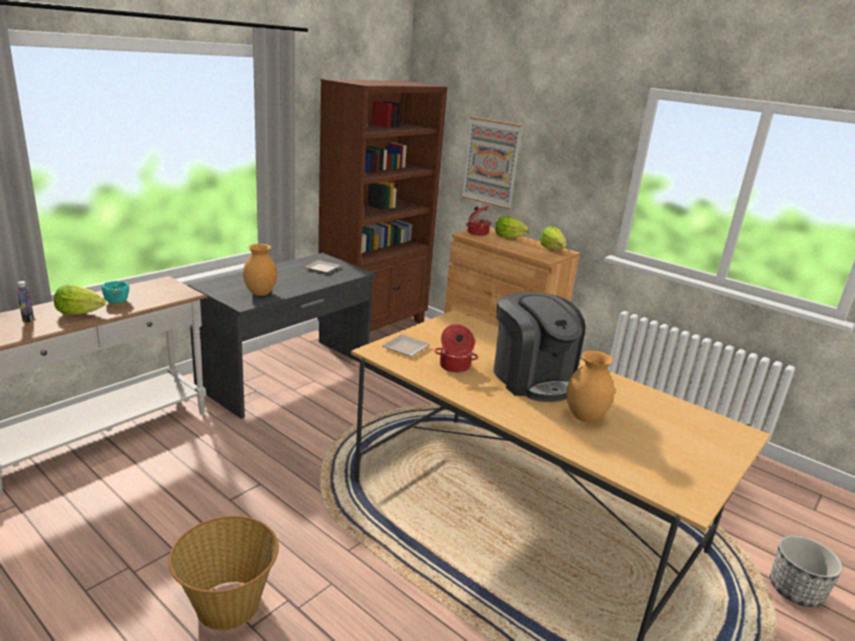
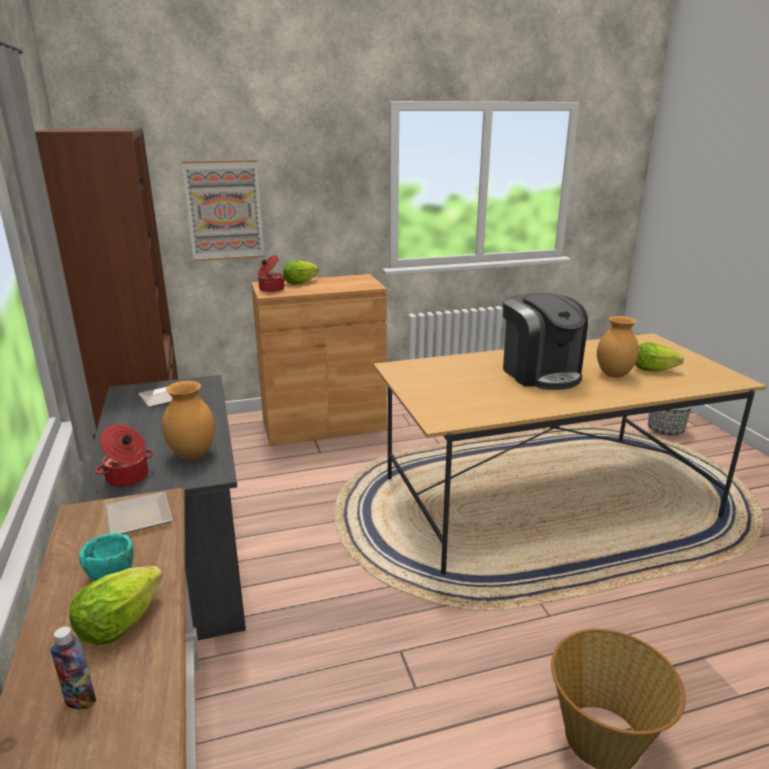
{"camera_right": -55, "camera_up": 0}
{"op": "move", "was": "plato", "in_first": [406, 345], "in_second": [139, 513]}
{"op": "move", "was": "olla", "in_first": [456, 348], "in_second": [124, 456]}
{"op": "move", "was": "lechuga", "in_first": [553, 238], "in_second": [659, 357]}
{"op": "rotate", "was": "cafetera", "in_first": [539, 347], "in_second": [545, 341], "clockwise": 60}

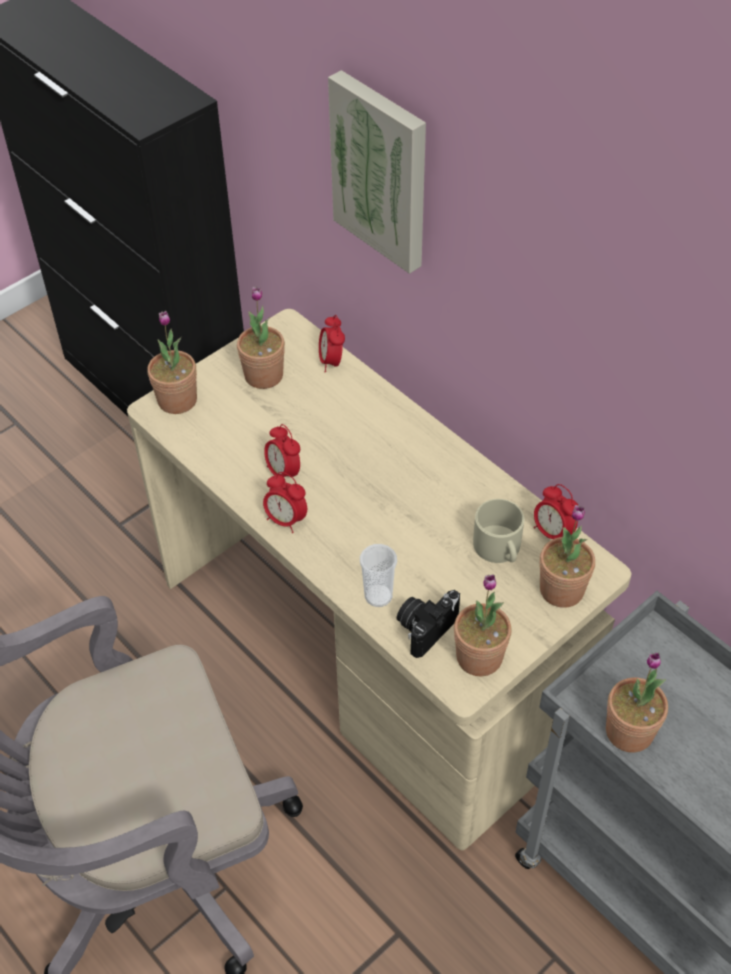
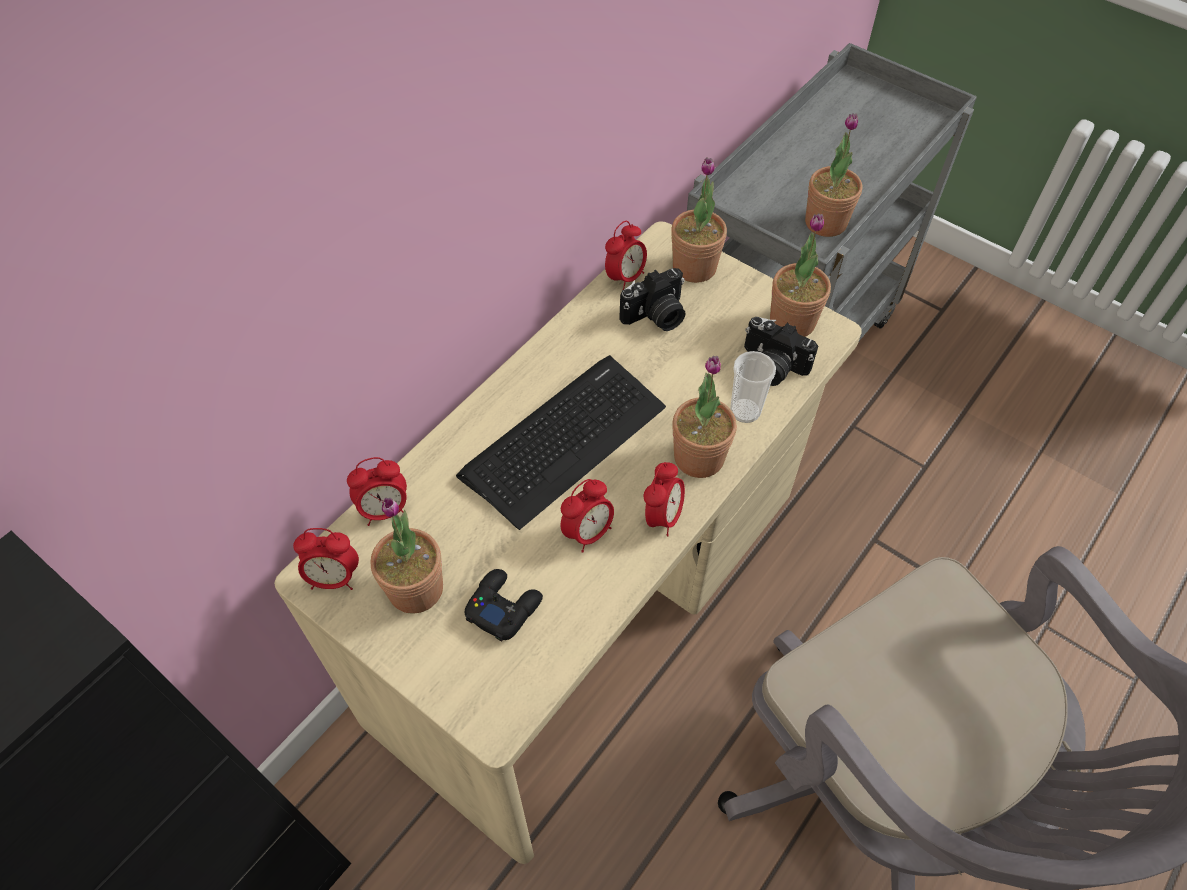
{"camera_right": -100, "camera_up": 5}
{"op": "delete", "was": "cuadro", "in_first": [377, 172]}
{"op": "insert", "now": "despertador", "in_second": [326, 559]}
{"op": "insert", "now": "teclado", "in_second": [561, 442]}
{"op": "insert", "now": "mando de consola/negro", "in_second": [504, 605]}
{"op": "move", "was": "planta en maceta", "in_first": [172, 362], "in_second": [704, 417]}
{"op": "replace", "was": "taza grande/beis", "now": "cámara", "in_first": [498, 531], "in_second": [652, 299]}

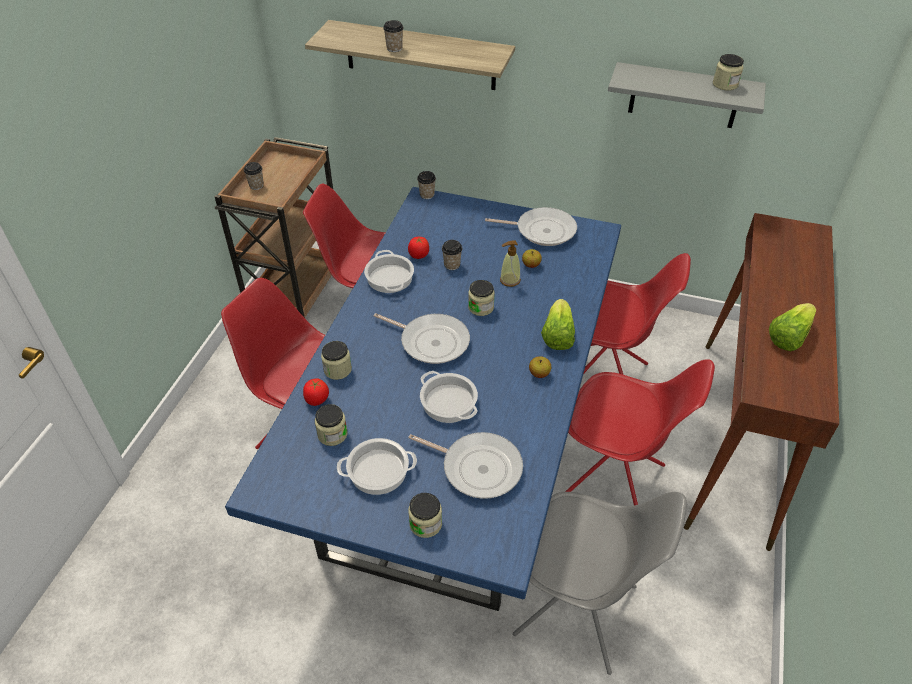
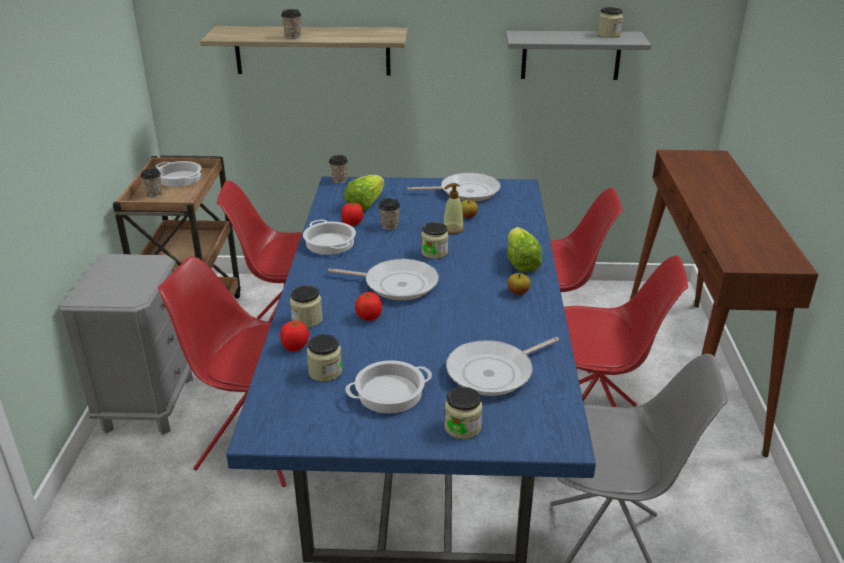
{"camera_right": -15, "camera_up": -15}
{"op": "insert", "now": "mesita de noche/gris", "in_second": [126, 344]}
{"op": "insert", "now": "tomate", "in_second": [368, 306]}
{"op": "move", "was": "olla", "in_first": [449, 397], "in_second": [178, 174]}
{"op": "move", "was": "lechuga", "in_first": [792, 327], "in_second": [364, 193]}
{"op": "rotate", "was": "sartén", "in_first": [465, 465], "in_second": [502, 366], "clockwise": 135}

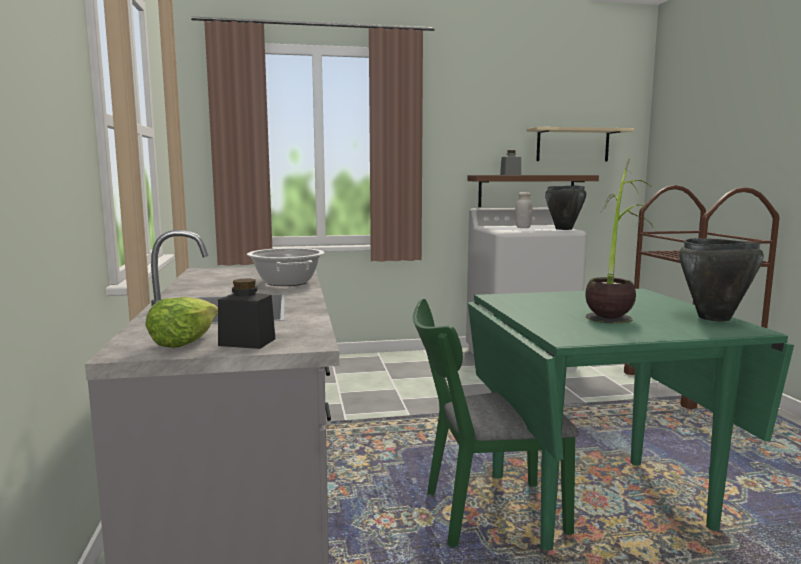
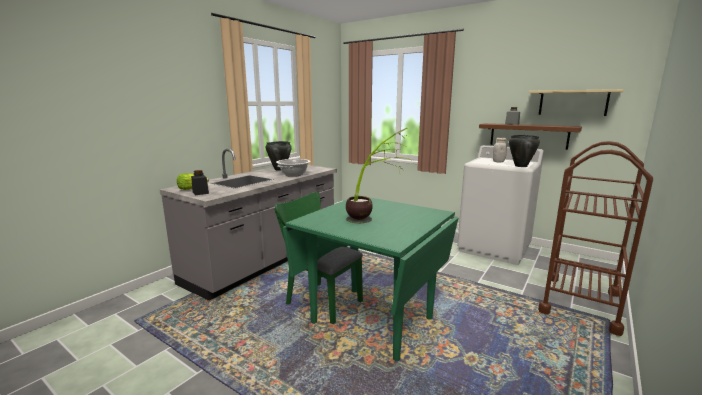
{"camera_right": 45, "camera_up": 5}
{"op": "move", "was": "olla/negro", "in_first": [721, 280], "in_second": [279, 155]}

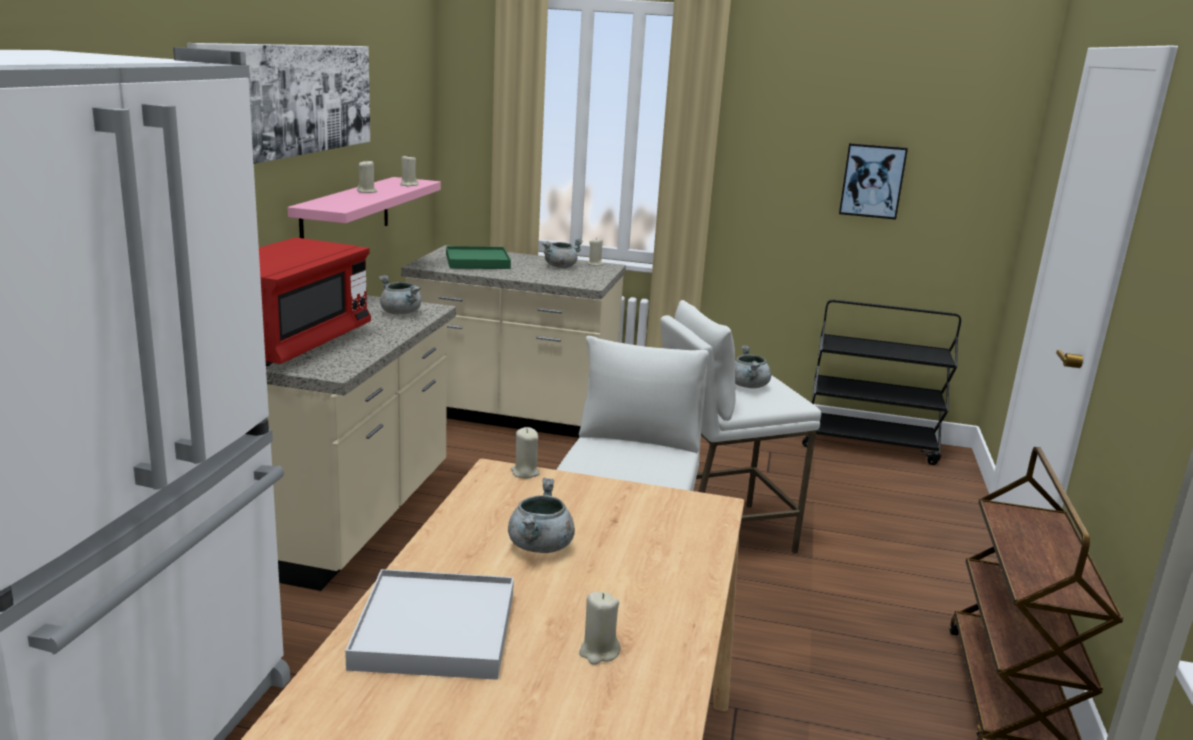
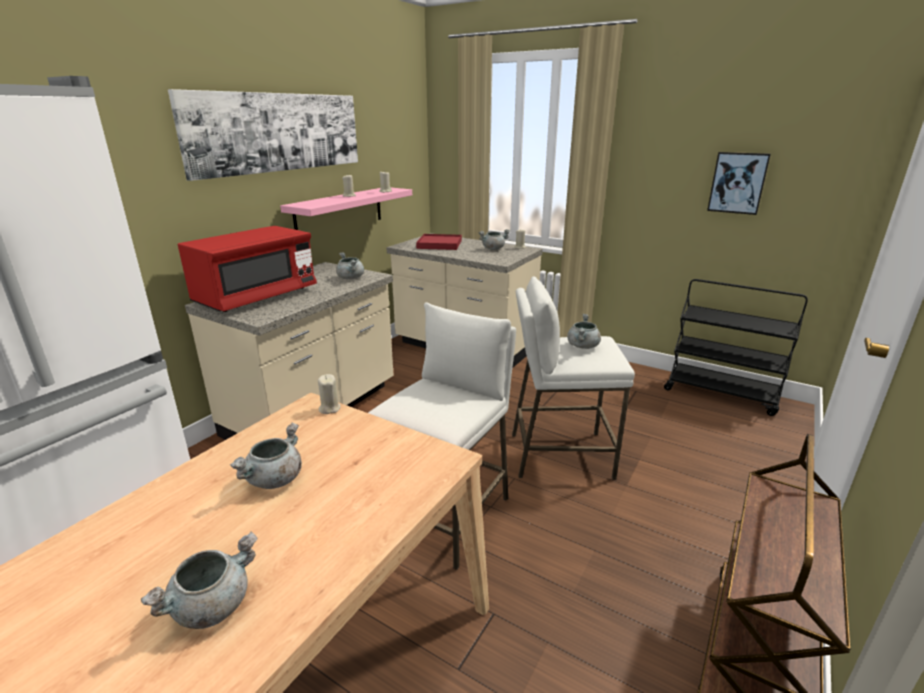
{"camera_right": 20, "camera_up": 5}
{"op": "delete", "was": "bandeja/blanco", "in_first": [429, 624]}
{"op": "replace", "was": "vela/beis", "now": "olla/gris", "in_first": [600, 628], "in_second": [199, 580]}
{"op": "recolor", "was": "bandeja/verde", "now": "bandeja/rojo", "in_first": [478, 257], "in_second": [439, 242]}

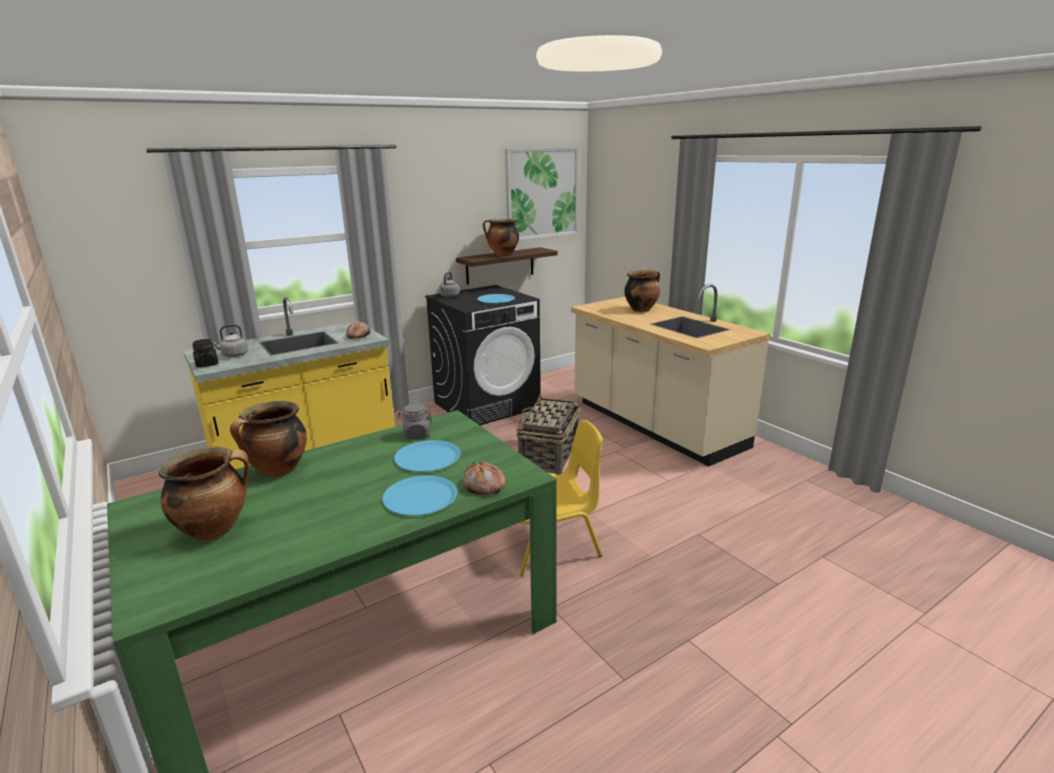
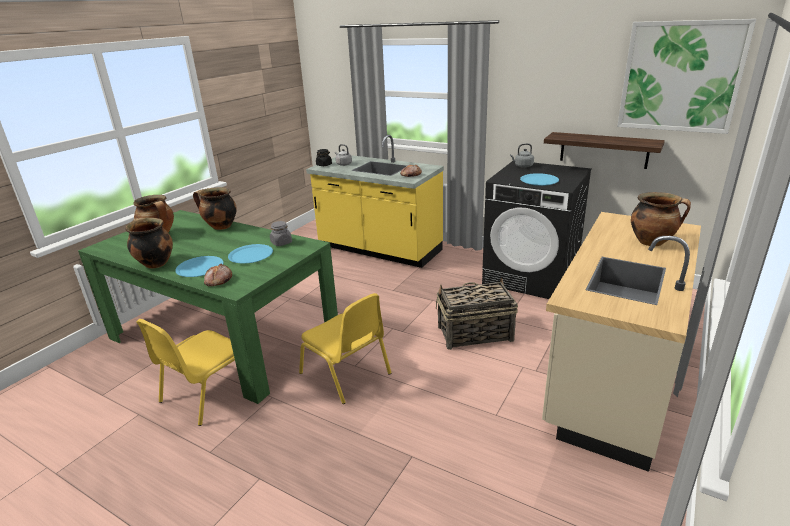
{"camera_right": 65, "camera_up": 5}
{"op": "insert", "now": "silla/amarillo", "in_second": [185, 372]}
{"op": "move", "was": "olla", "in_first": [501, 237], "in_second": [149, 243]}

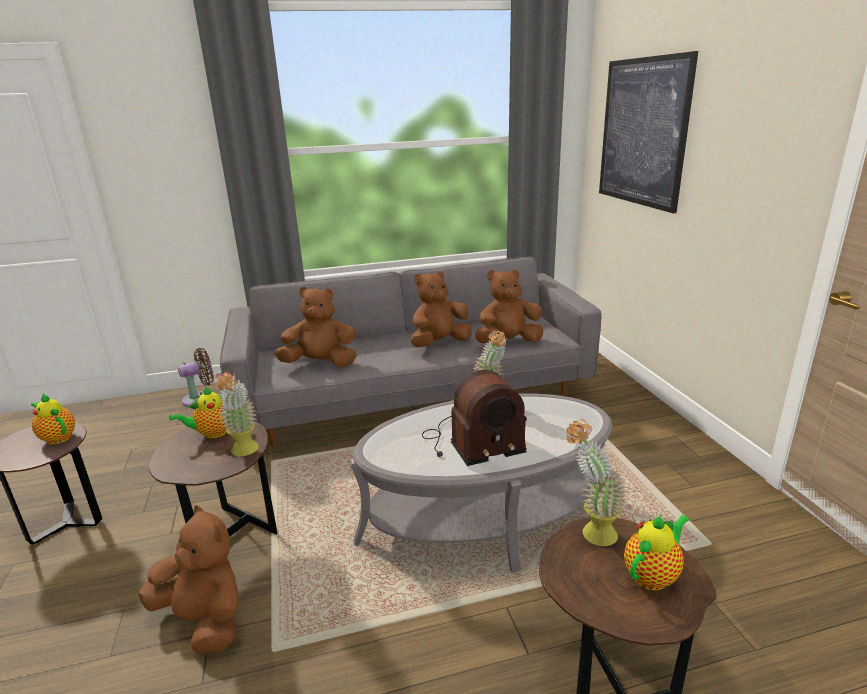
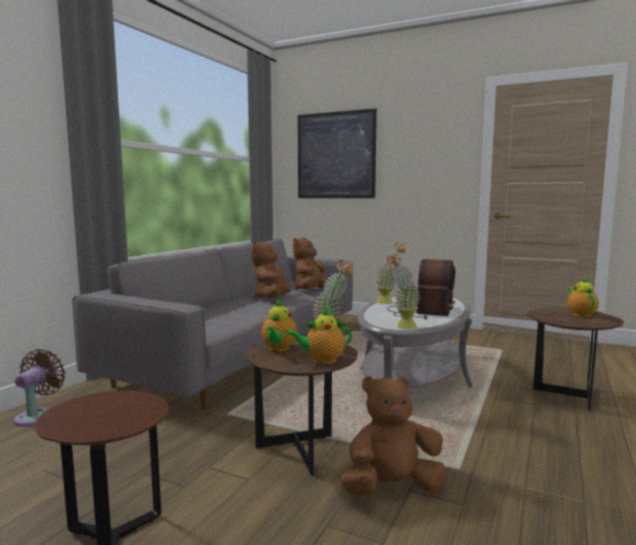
{"camera_right": -50, "camera_up": -15}
{"op": "delete", "was": "peluche/marrón", "in_first": [315, 327]}
{"op": "move", "was": "tetera", "in_first": [53, 419], "in_second": [318, 335]}
{"op": "move", "was": "planta en maceta", "in_first": [596, 482], "in_second": [403, 291]}

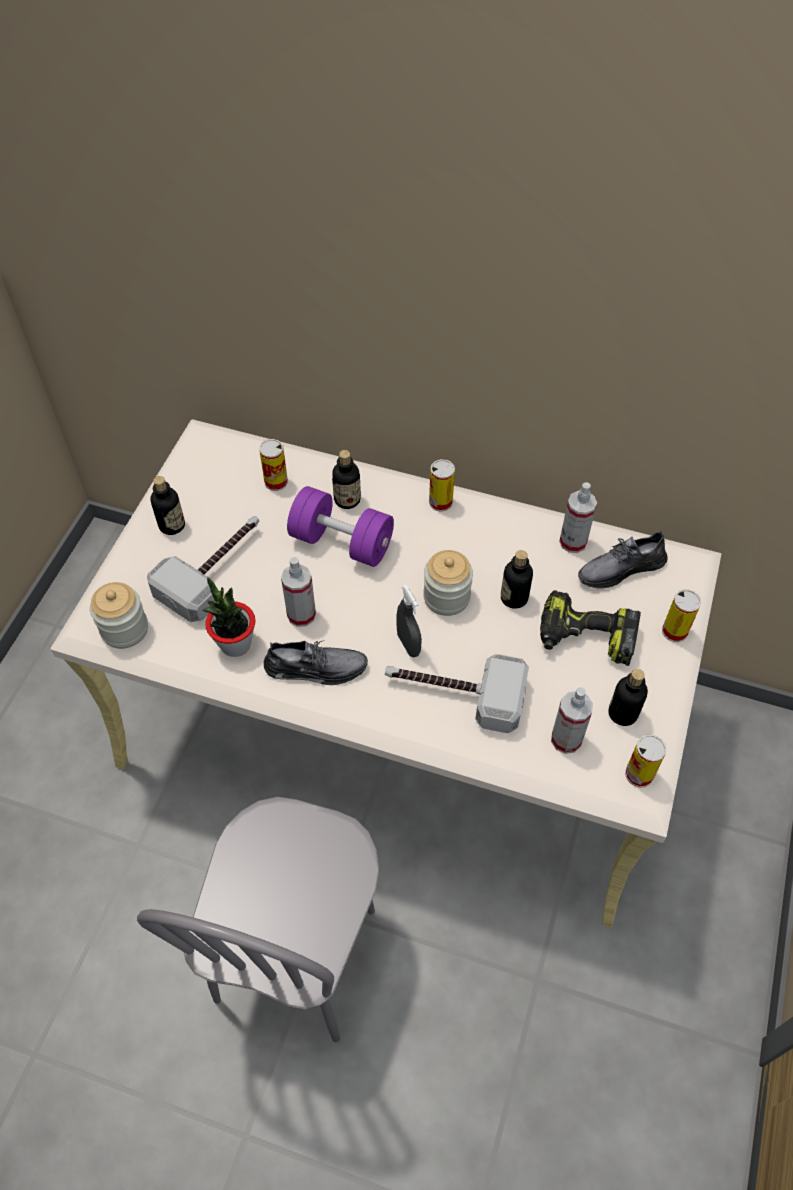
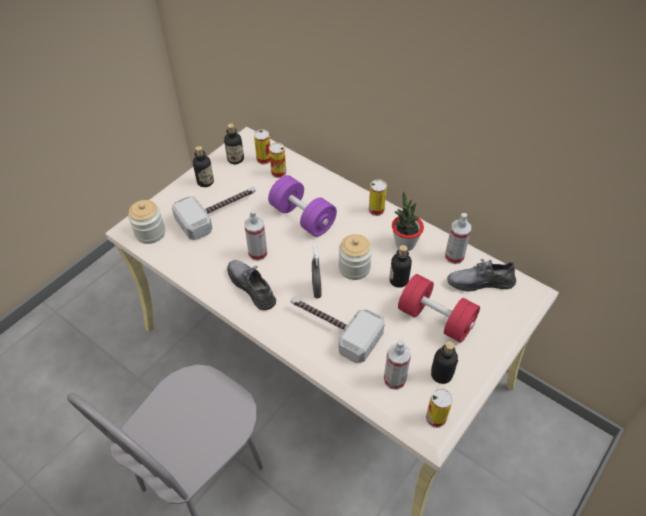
{"camera_right": 20, "camera_up": -5}
{"op": "move", "was": "planta en maceta", "in_first": [229, 617], "in_second": [408, 221]}
{"op": "move", "was": "botella", "in_first": [346, 479], "in_second": [234, 143]}
{"op": "move", "was": "lata", "in_first": [681, 615], "in_second": [262, 147]}
{"op": "replace", "was": "taladro", "now": "mancuerna/rojo", "in_first": [590, 628], "in_second": [439, 308]}
{"op": "rotate", "was": "zapato/gris", "in_first": [316, 662], "in_second": [251, 285], "clockwise": -150}

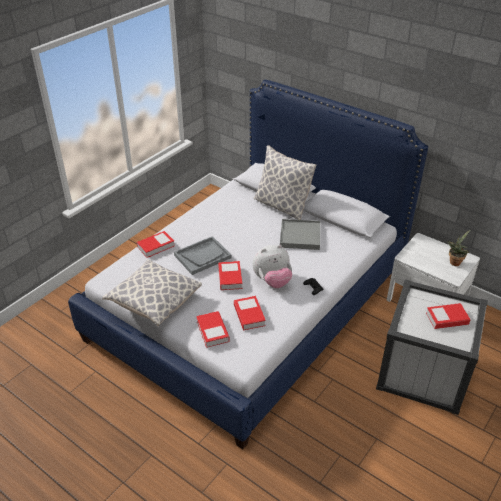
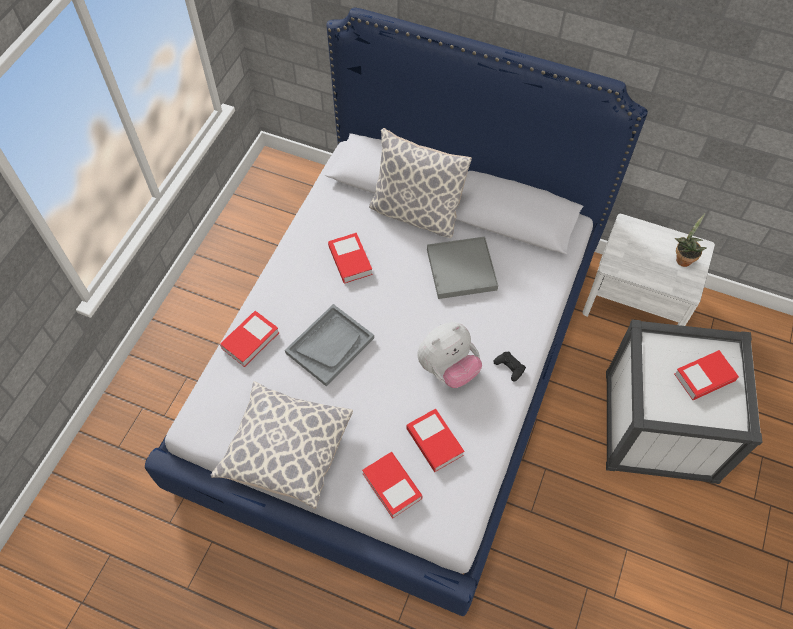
{"camera_right": -15, "camera_up": 20}
{"op": "move", "was": "libro", "in_first": [230, 275], "in_second": [350, 258]}

